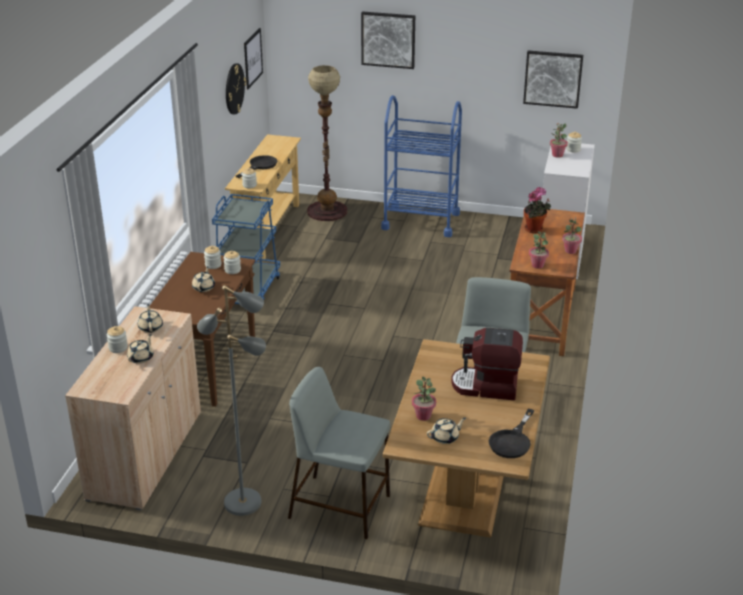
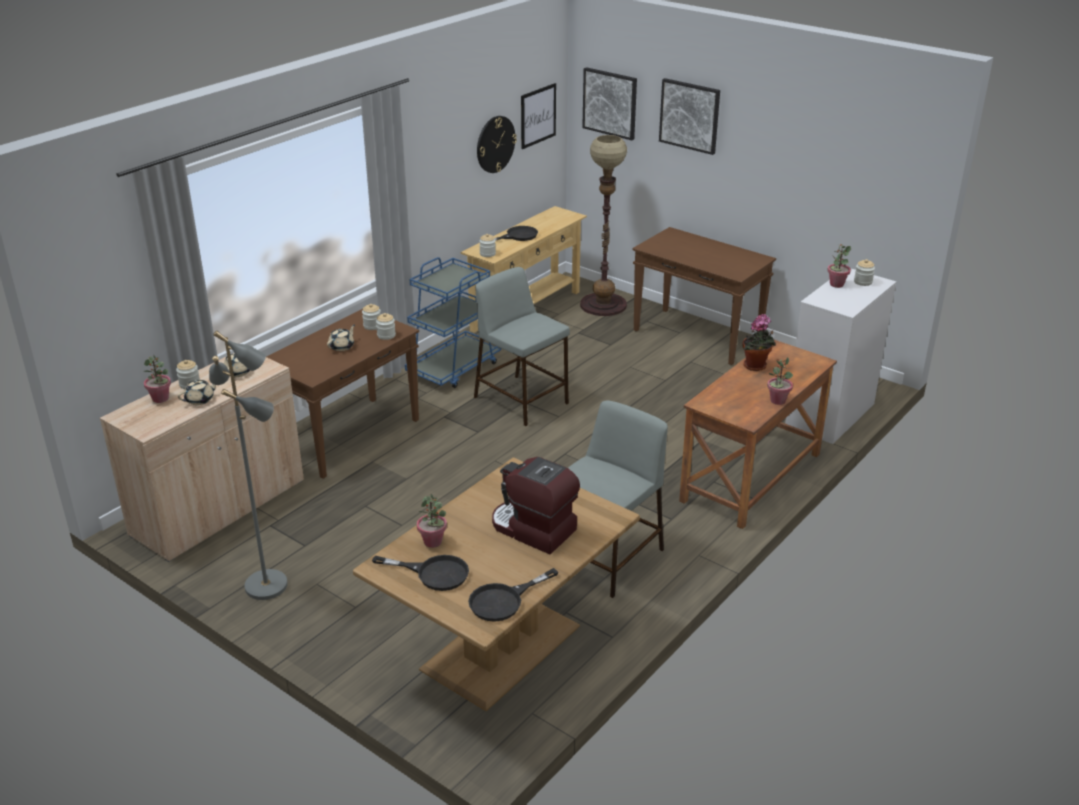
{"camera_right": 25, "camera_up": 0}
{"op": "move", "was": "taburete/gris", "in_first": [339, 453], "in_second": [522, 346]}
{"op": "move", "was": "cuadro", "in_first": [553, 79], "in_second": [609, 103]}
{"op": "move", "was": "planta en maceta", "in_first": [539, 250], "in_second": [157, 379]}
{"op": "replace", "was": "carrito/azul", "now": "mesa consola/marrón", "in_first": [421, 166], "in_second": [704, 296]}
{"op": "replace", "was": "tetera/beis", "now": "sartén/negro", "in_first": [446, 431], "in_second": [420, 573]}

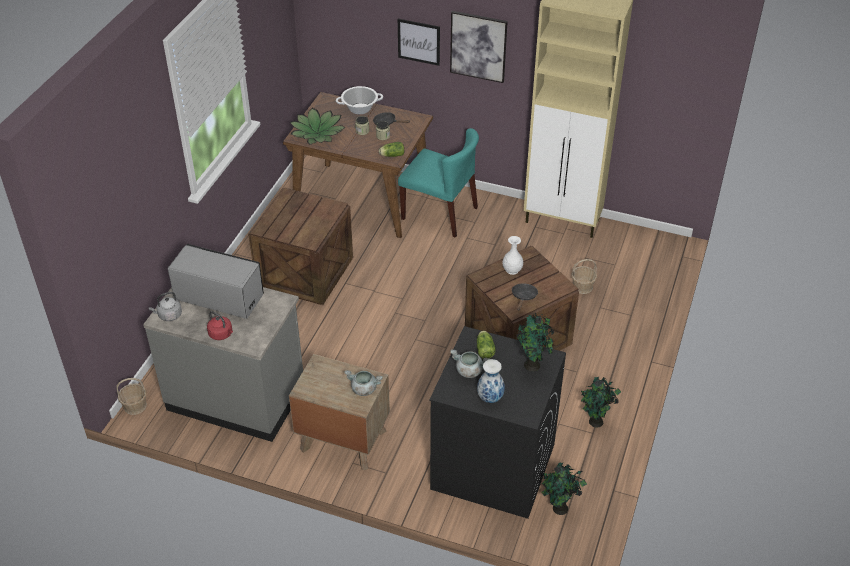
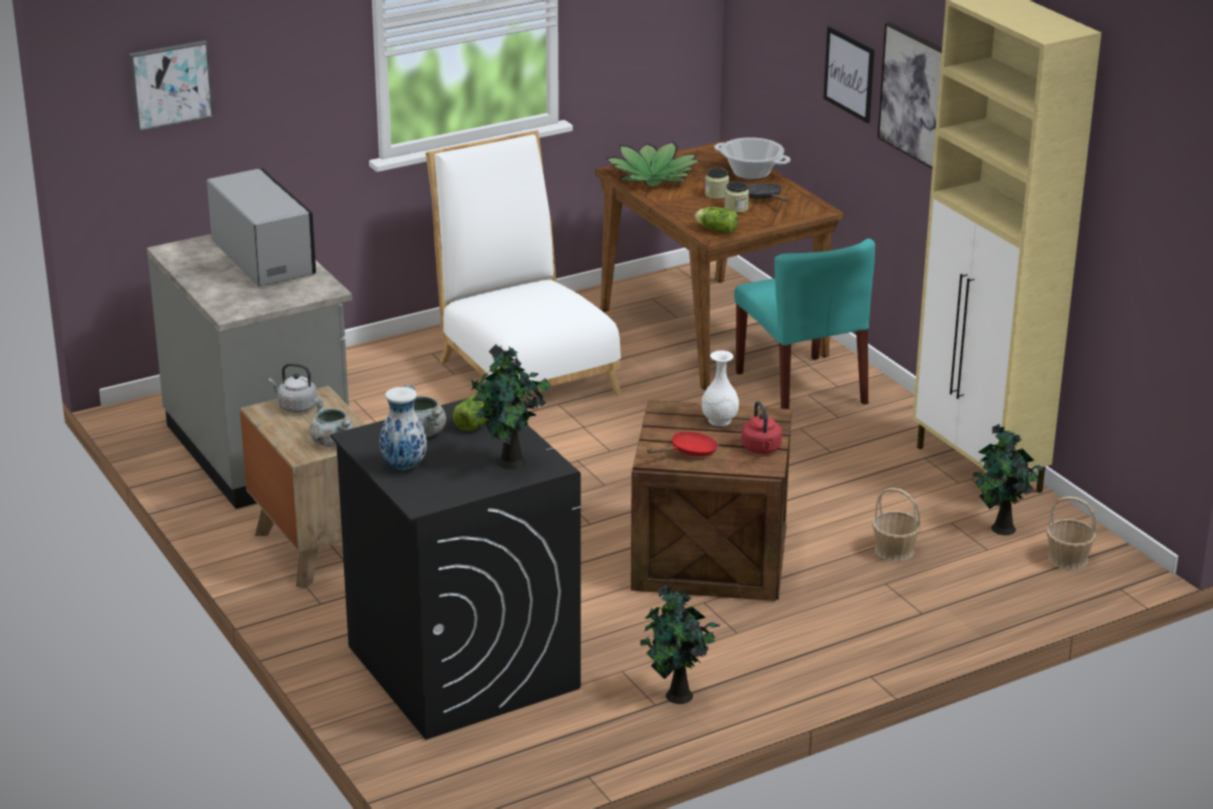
{"camera_right": 40, "camera_up": -15}
{"op": "insert", "now": "cuadro", "in_second": [171, 86]}
{"op": "move", "was": "cesta", "in_first": [131, 396], "in_second": [1071, 533]}
{"op": "move", "was": "hervidor/gris", "in_first": [165, 306], "in_second": [293, 388]}
{"op": "move", "was": "hervidor/rojo", "in_first": [220, 325], "in_second": [761, 427]}
{"op": "move", "was": "planta en maceta", "in_first": [564, 489], "in_second": [1009, 479]}
{"op": "replace", "was": "caja de embalaje", "now": "silla/blanco", "in_first": [300, 246], "in_second": [524, 262]}
{"op": "recolor", "was": "sartén/negro", "now": "sartén/rojo", "in_first": [525, 296], "in_second": [682, 444]}

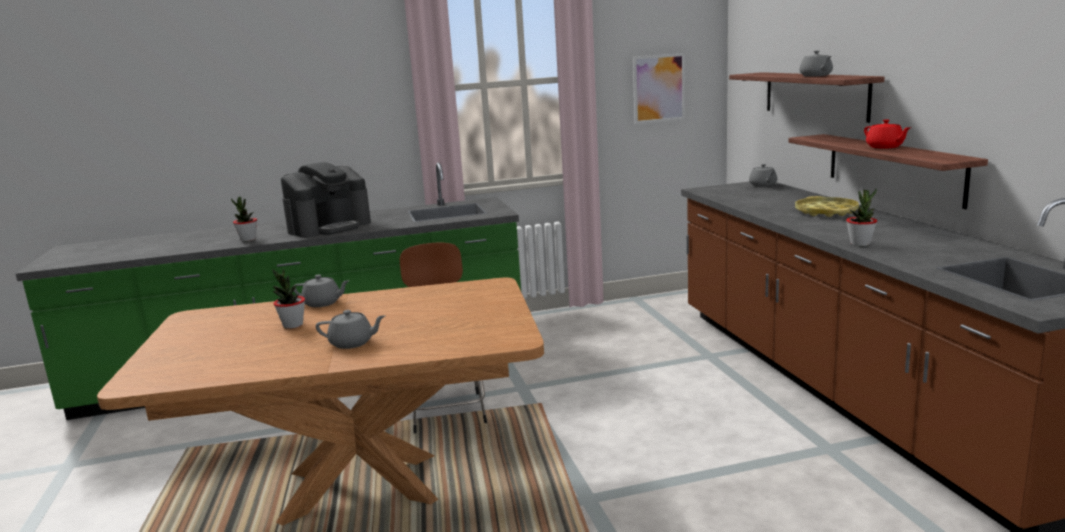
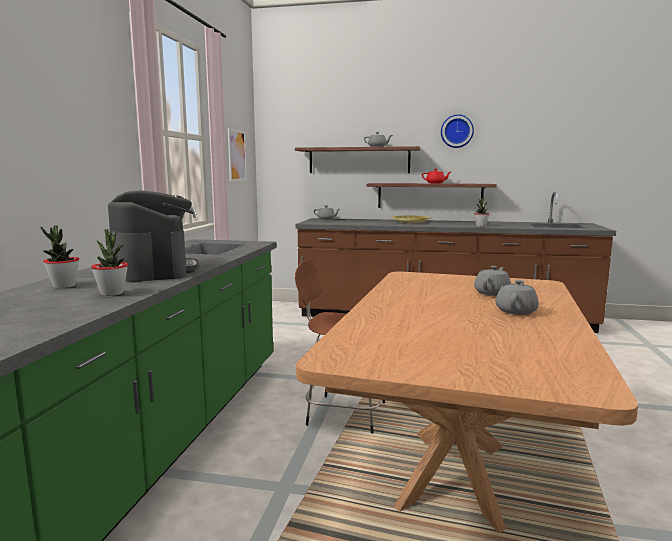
{"camera_right": -65, "camera_up": -5}
{"op": "insert", "now": "reloj de pared", "in_second": [457, 131]}
{"op": "move", "was": "planta en maceta", "in_first": [288, 299], "in_second": [60, 257]}
{"op": "move", "was": "tetera/gris", "in_first": [321, 290], "in_second": [492, 281]}

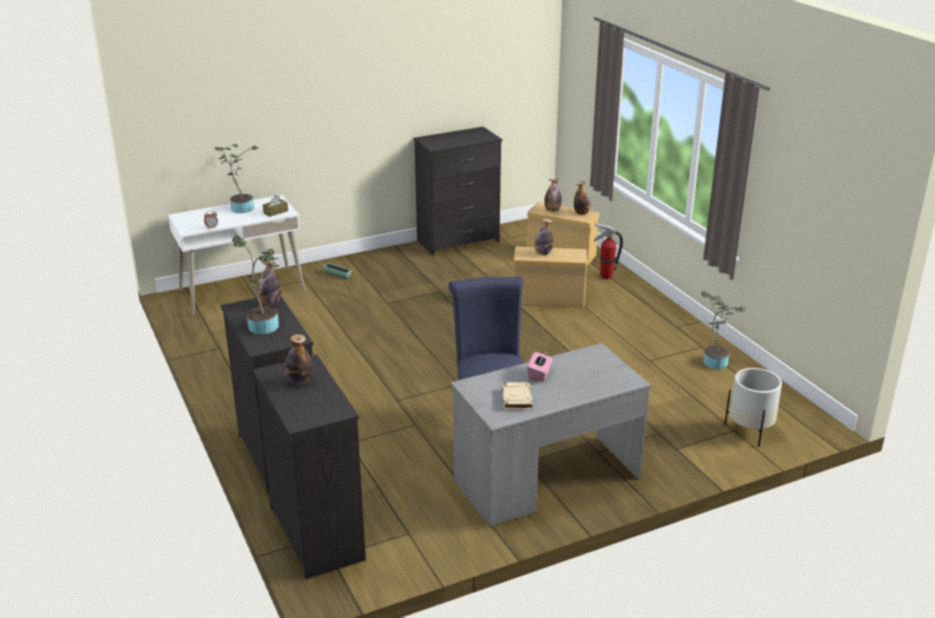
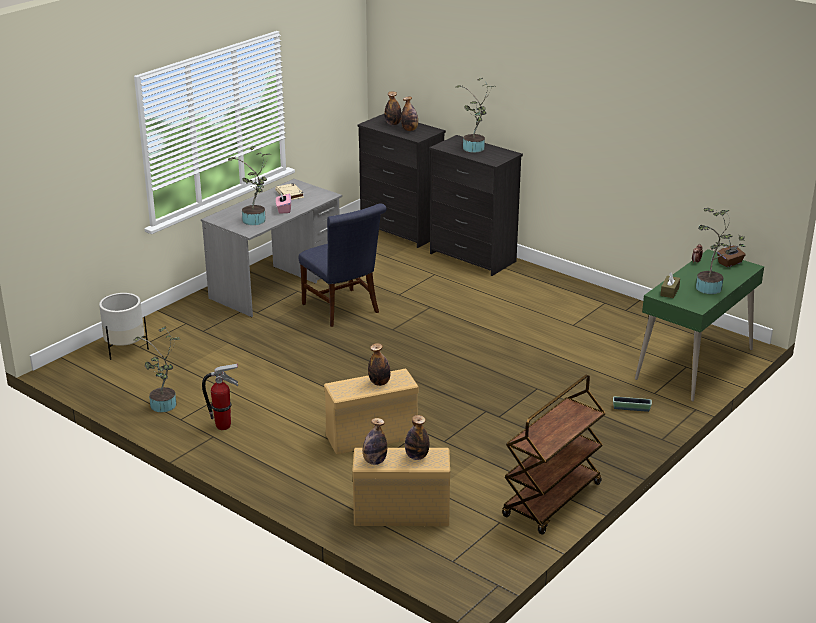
{"camera_right": 155, "camera_up": 0}
{"op": "insert", "now": "planta en maceta", "in_second": [249, 185]}
{"op": "insert", "now": "caja de pañuelos/marrón", "in_second": [731, 256]}
{"op": "move", "was": "botella", "in_first": [269, 283], "in_second": [393, 108]}
{"op": "move", "was": "extintor", "in_first": [608, 251], "in_second": [220, 396]}
{"op": "replace", "was": "cómoda/negro", "now": "carrito/marrón", "in_first": [457, 191], "in_second": [553, 454]}
{"op": "recolor", "was": "escritorio/blanco", "now": "escritorio/verde", "in_first": [236, 255], "in_second": [699, 325]}

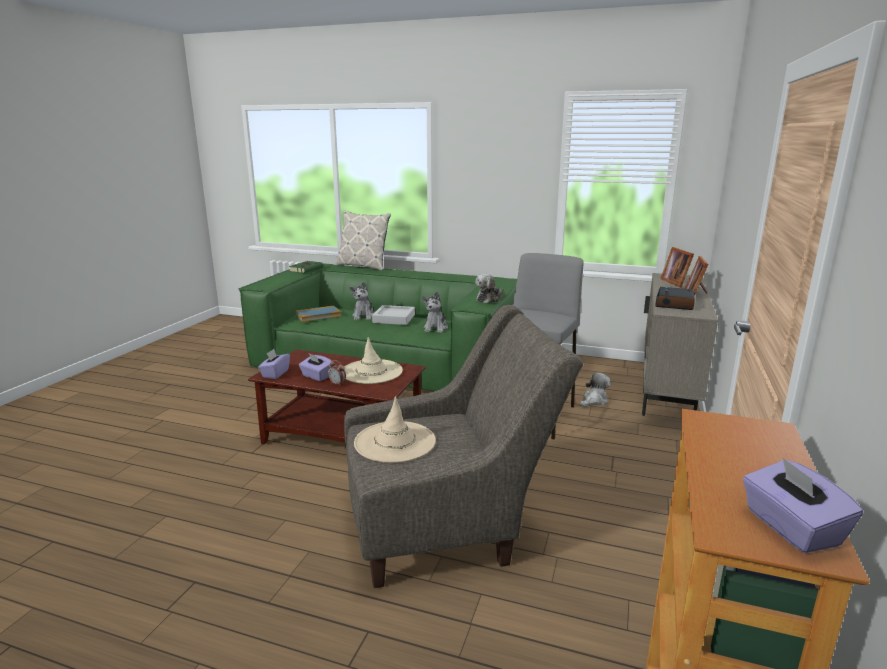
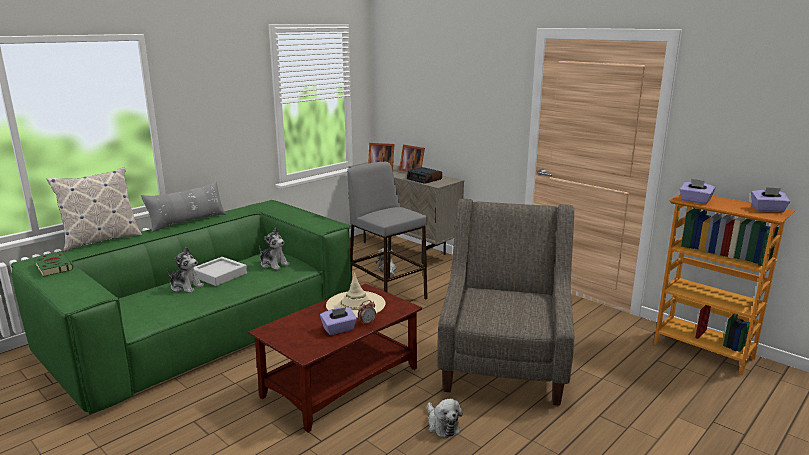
{"camera_right": -65, "camera_up": 0}
{"op": "delete", "was": "libro", "in_first": [318, 314]}
{"op": "delete", "was": "sombrero/beis", "in_first": [395, 429]}
{"op": "insert", "now": "cojín/gris", "in_second": [183, 206]}
{"op": "move", "was": "caja de pañuelos/morado", "in_first": [274, 364], "in_second": [698, 191]}
{"op": "move", "was": "peluche", "in_first": [489, 289], "in_second": [444, 418]}

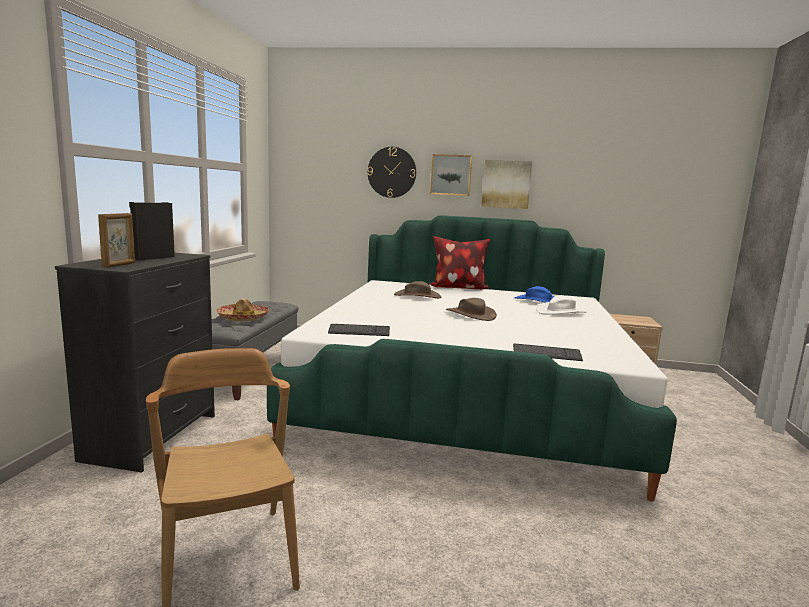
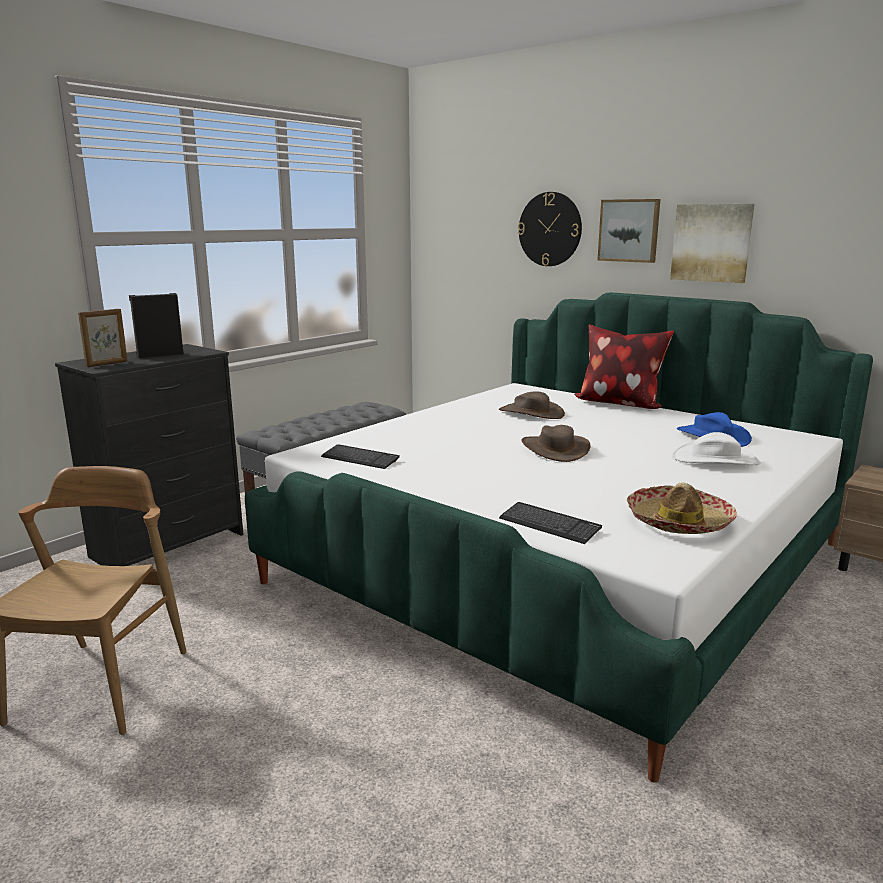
{"camera_right": 30, "camera_up": 5}
{"op": "move", "was": "sombrero", "in_first": [243, 309], "in_second": [682, 508]}

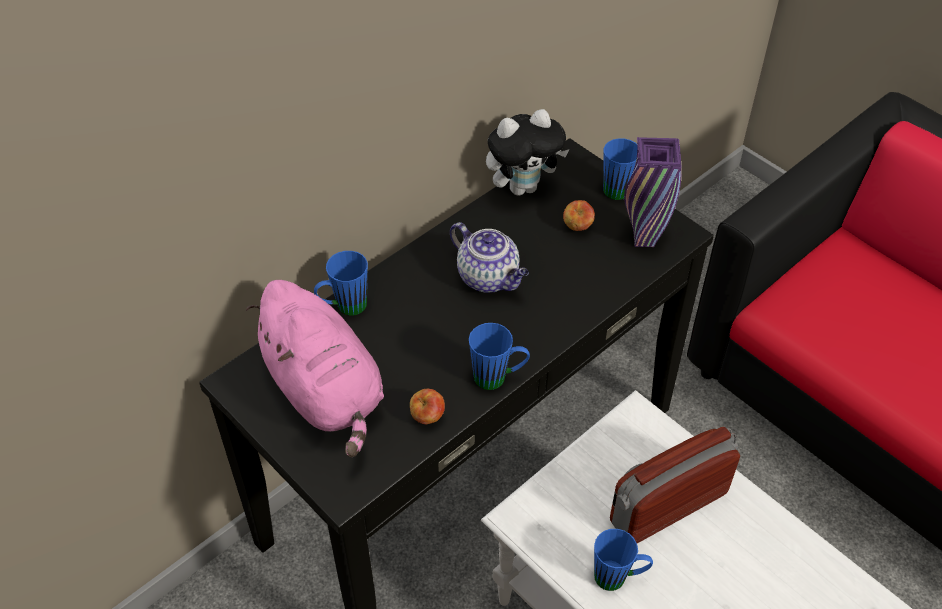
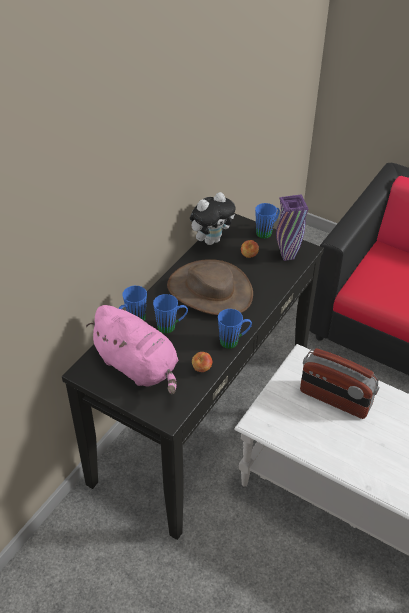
{"camera_right": -15, "camera_up": -5}
{"op": "move", "was": "taza grande/azul", "in_first": [623, 560], "in_second": [170, 314]}
{"op": "replace", "was": "tetera", "now": "sombrero/marrón", "in_first": [489, 257], "in_second": [210, 287]}
{"op": "rotate", "was": "radio", "in_first": [675, 485], "in_second": [339, 383], "clockwise": -105}

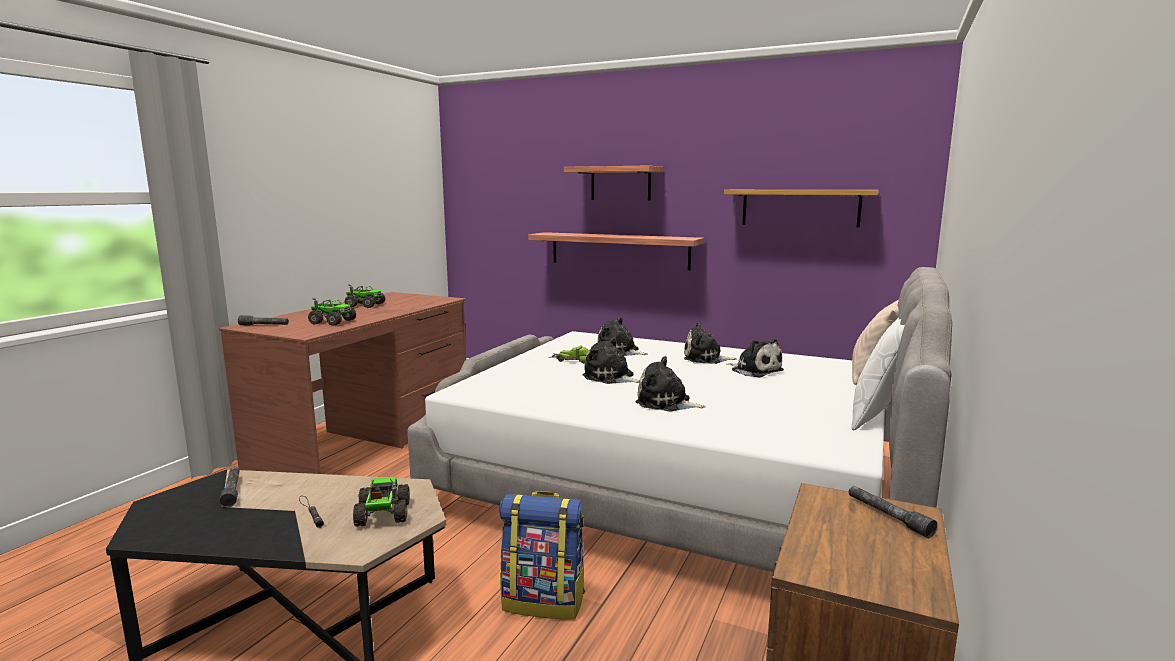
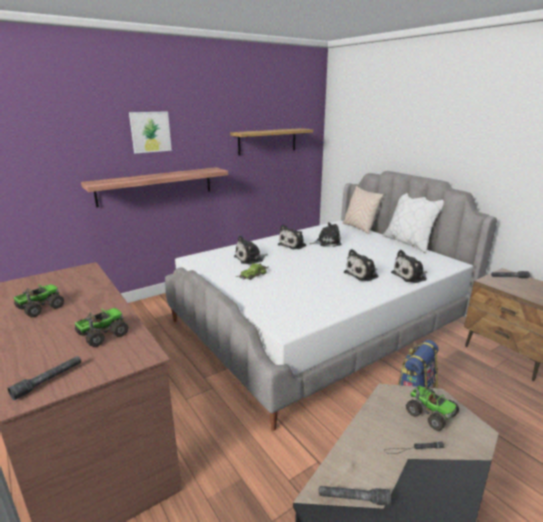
{"camera_right": -60, "camera_up": 10}
{"op": "move", "was": "peluche", "in_first": [611, 360], "in_second": [409, 266]}
{"op": "replace", "was": "estante", "now": "cuadro", "in_first": [613, 182], "in_second": [150, 132]}
{"op": "rotate", "was": "camión de juguete", "in_first": [381, 502], "in_second": [432, 408], "clockwise": -150}

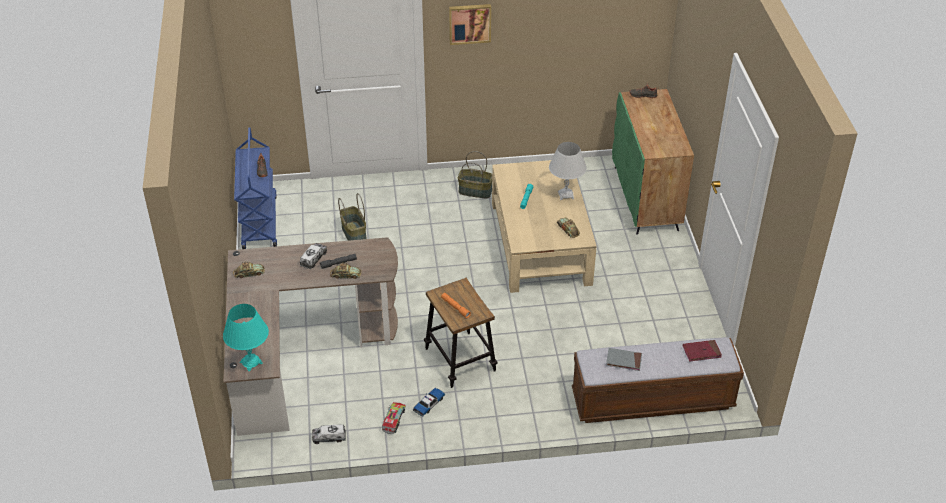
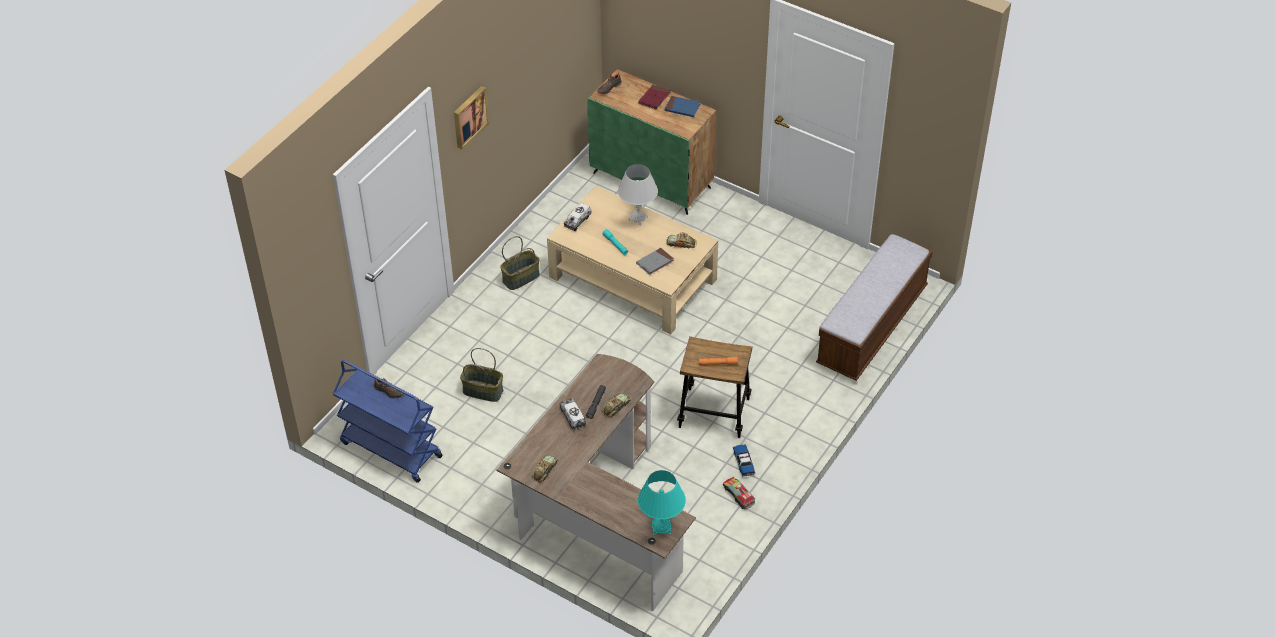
{"camera_right": -50, "camera_up": 5}
{"op": "insert", "now": "libro/azul", "in_second": [682, 106]}
{"op": "move", "was": "camión de juguete", "in_first": [329, 434], "in_second": [578, 217]}
{"op": "move", "was": "libro/gris", "in_first": [624, 359], "in_second": [655, 261]}
{"op": "move", "was": "libro/rojo", "in_first": [702, 350], "in_second": [654, 97]}

